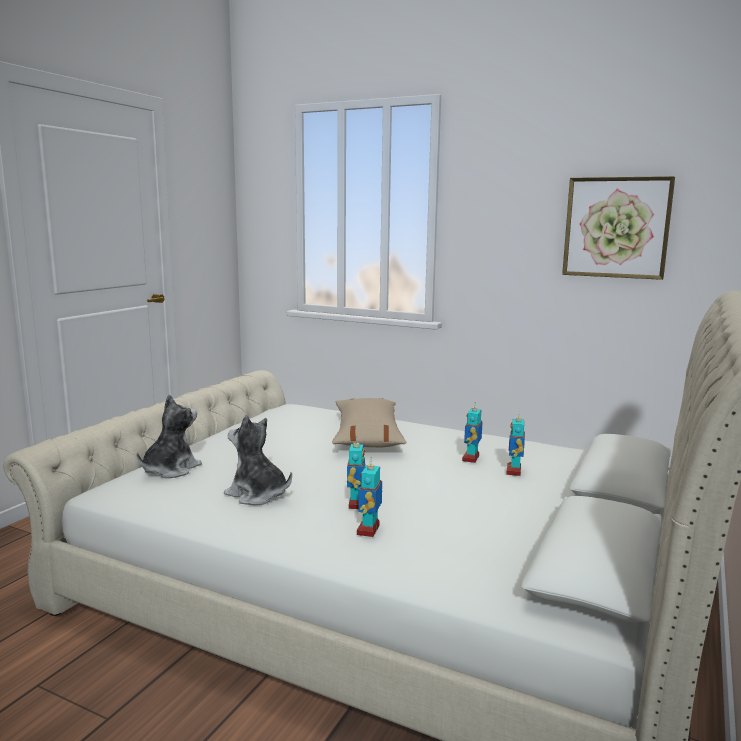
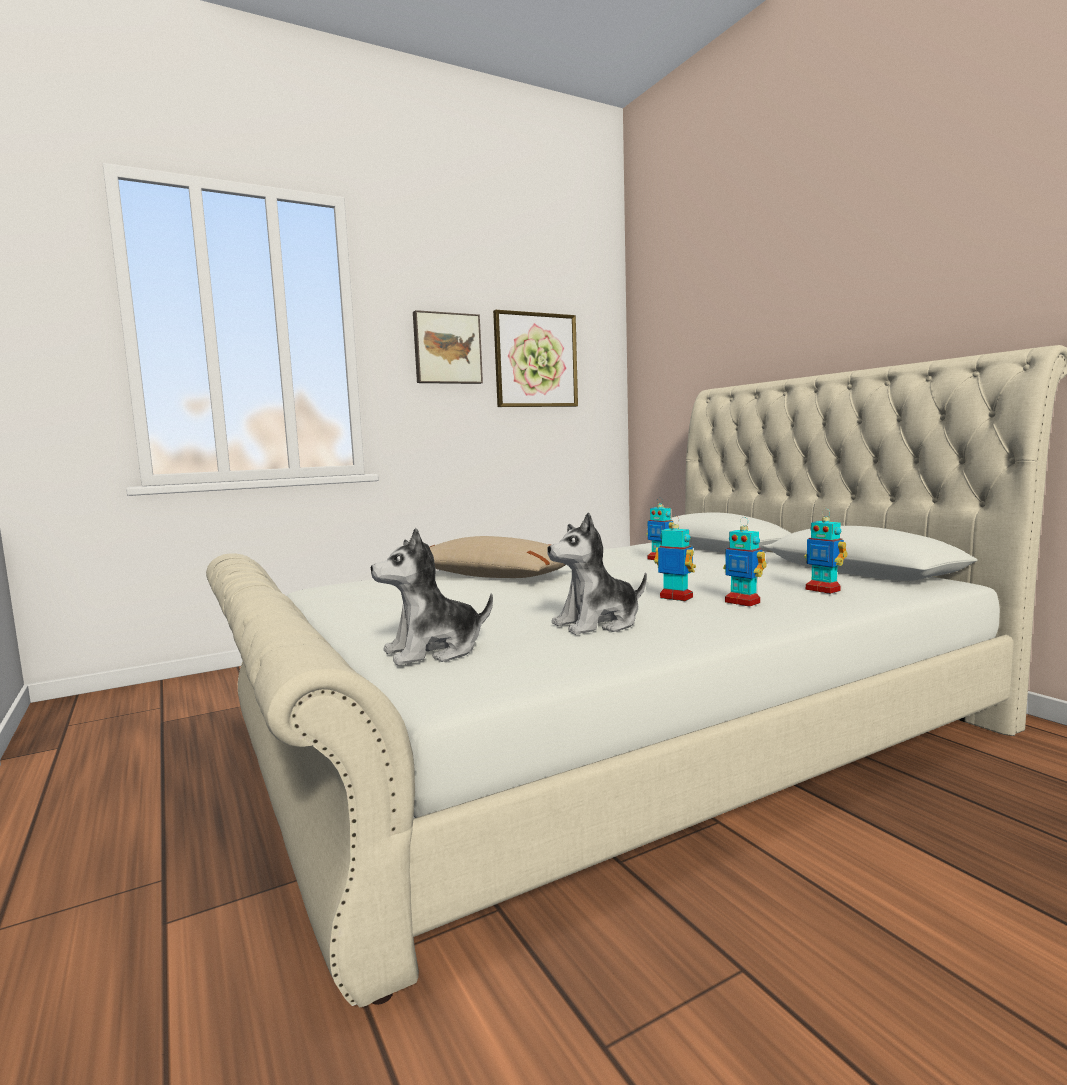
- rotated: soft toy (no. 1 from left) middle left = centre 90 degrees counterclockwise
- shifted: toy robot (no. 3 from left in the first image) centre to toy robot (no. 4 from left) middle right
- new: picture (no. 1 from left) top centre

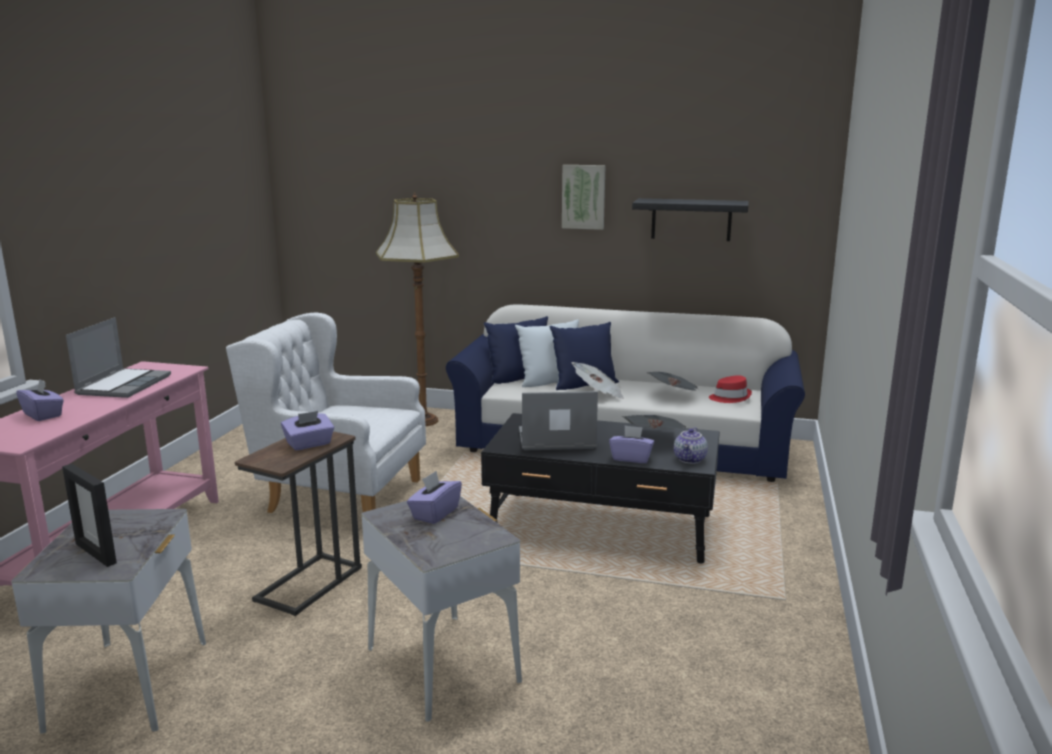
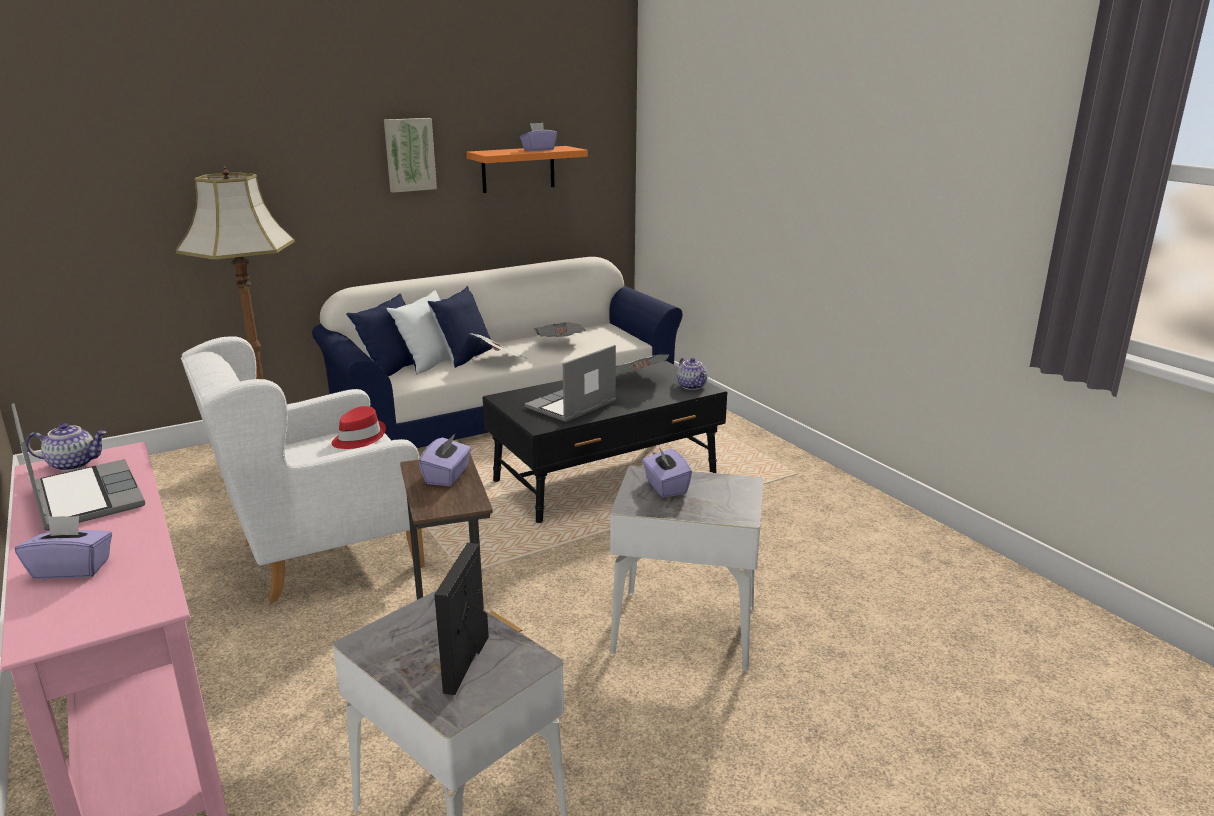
- rotated: picture frame bottom left = bottom centre 105 degrees clockwise
- shifted: purplish tissue holder (no. 4 from left in the first image) centre to purplish tissue holder (no. 3 from left) top centre
- repainted: blackish shelf top centre to orange shelf top centre
- shifted: reddish hat middle right to middle left
- new: pot for tea (no. 1 from left) middle left

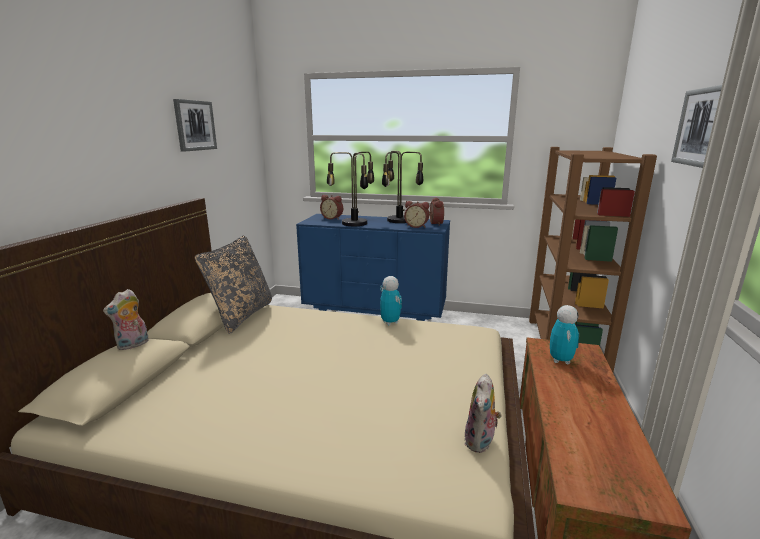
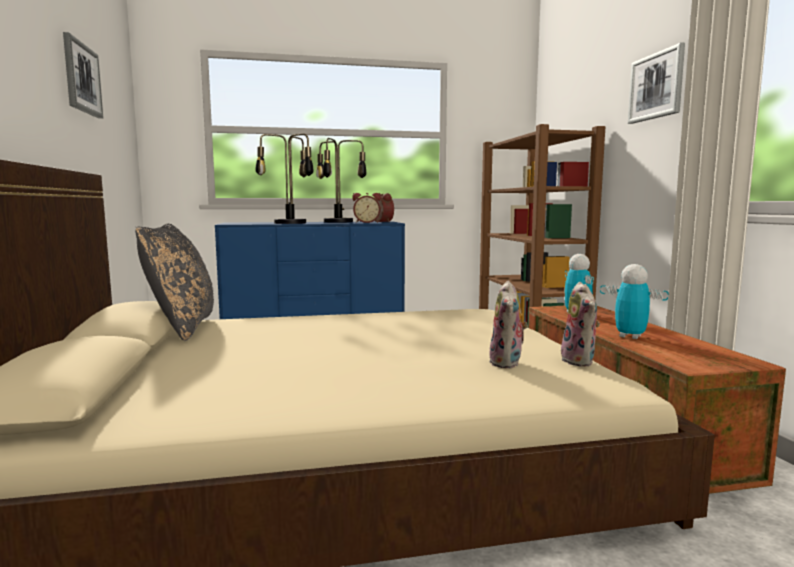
- shifted: soft toy (no. 1 from left) middle left to centre
- gone: bedside clock (no. 1 from left) centre
- shifted: toy robot (no. 1 from left in the first image) centre to toy robot (no. 2 from left) middle right

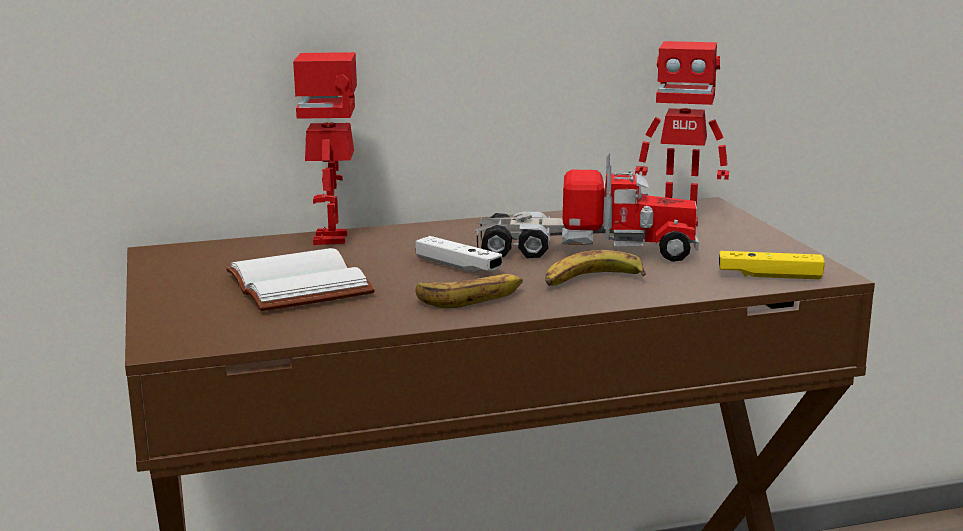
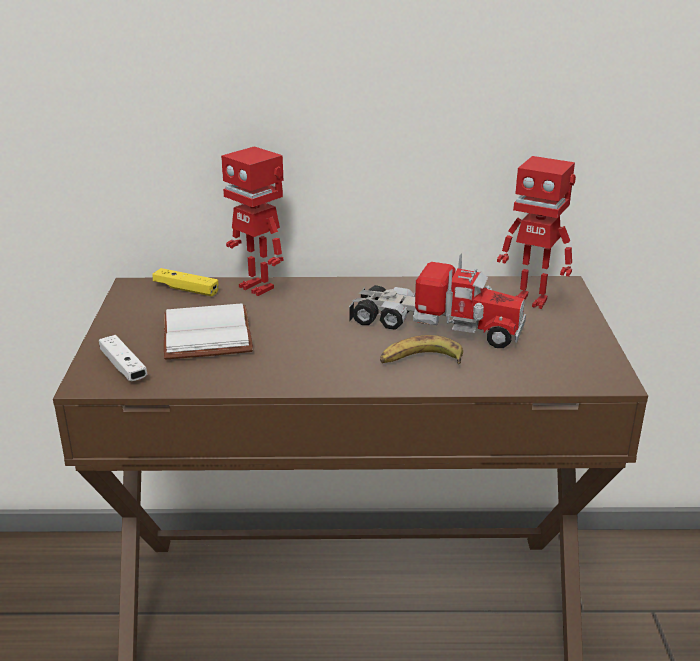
- rotated: toy robot (no. 1 from left) top centre = centre 60 degrees counterclockwise
- shifted: white joypad centre to middle left
- gone: banana (no. 1 from left) centre
- shifted: yellow-coloured joypad middle right to middle left

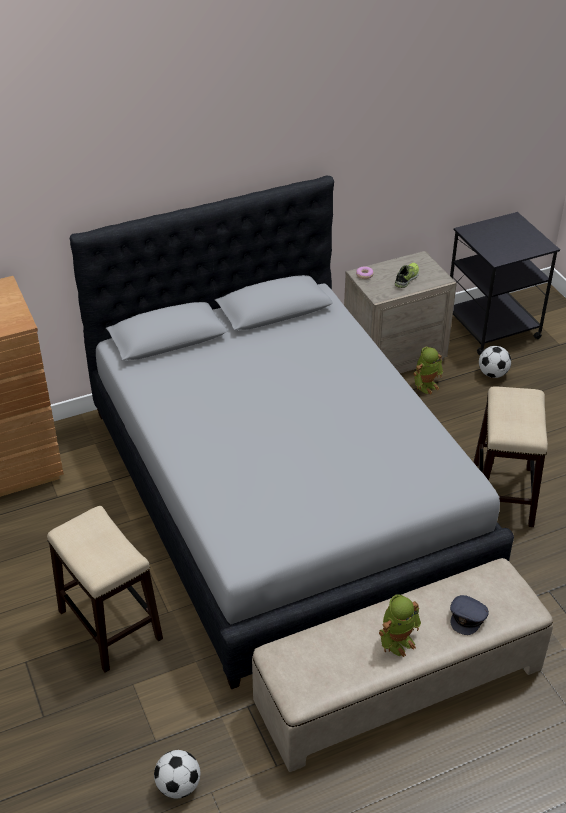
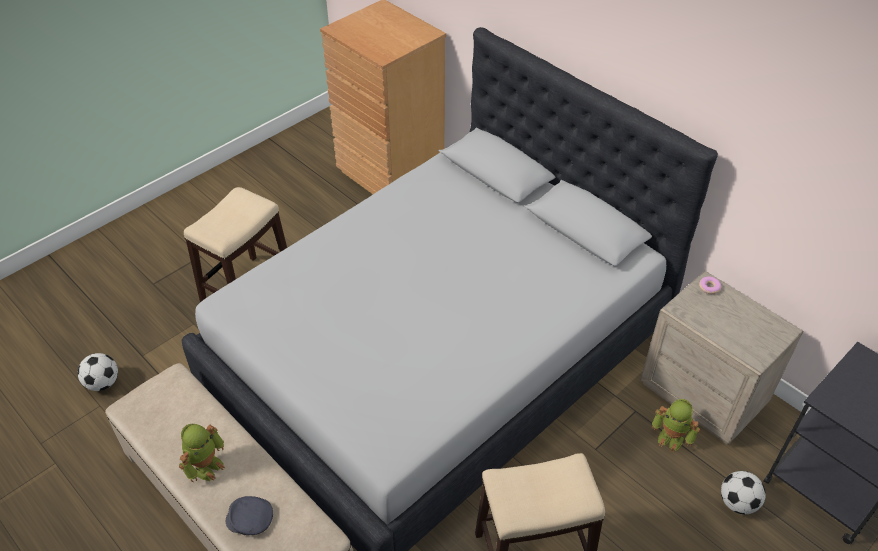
- rotated: toy robot (no. 1 from left) bottom right = bottom left 90 degrees counterclockwise
- gone: shoe middle right

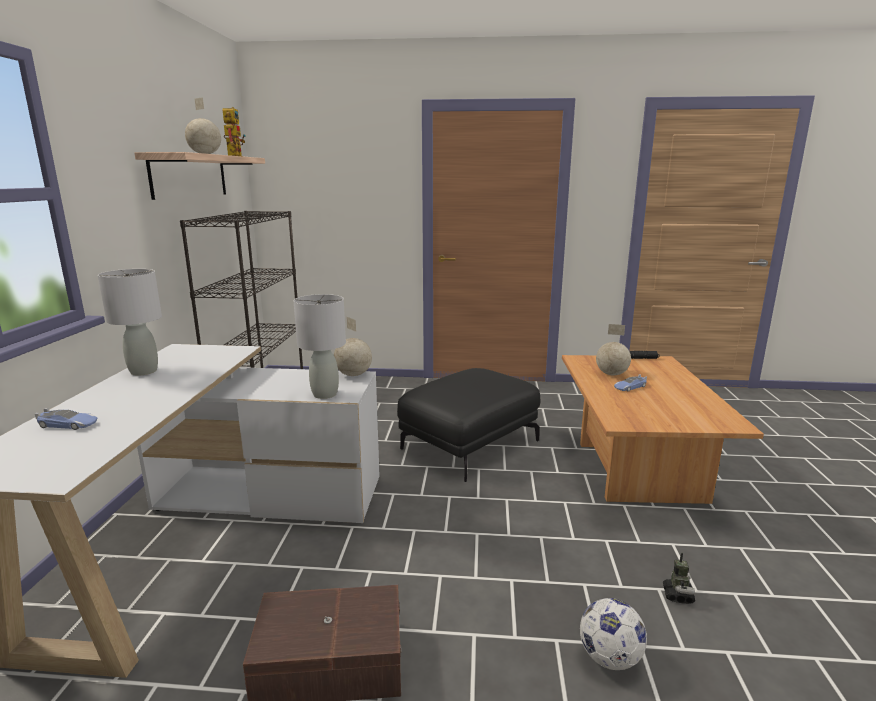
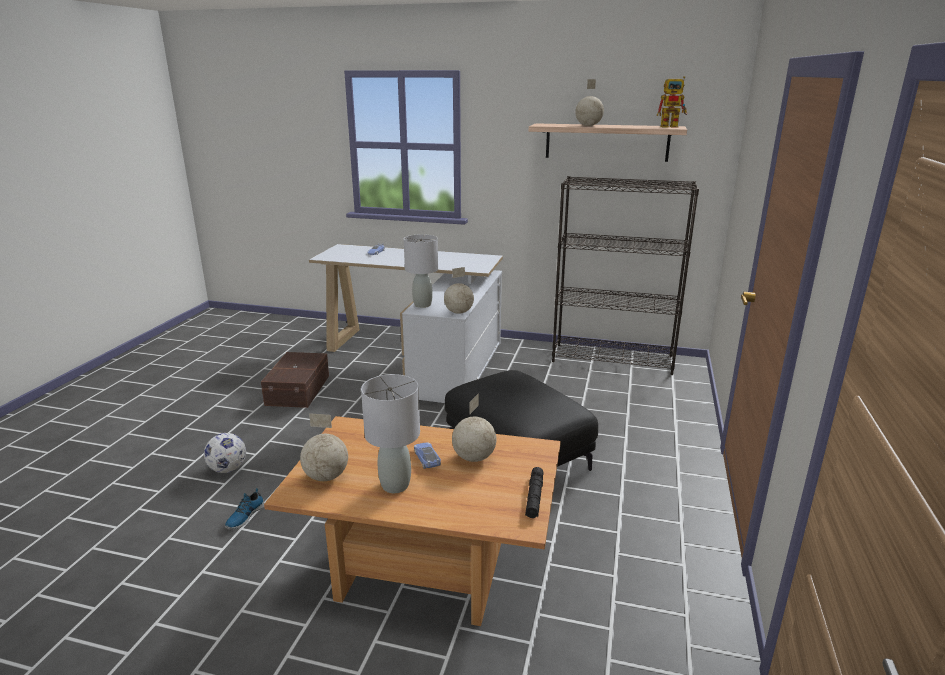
- shifted: greyish table lamp (no. 1 from left) middle left to centre
- swapped: toy robot (no. 2 from left) bottom right to shoe bottom left
- new: world globe (no. 1 from left) centre

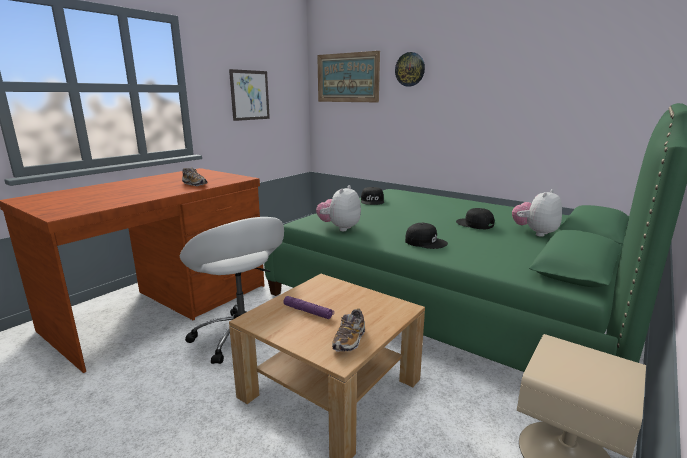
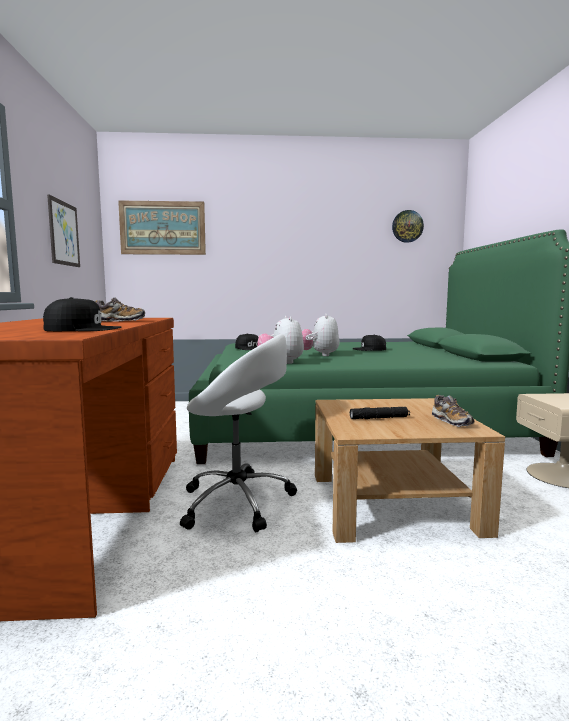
- repainted: purplish torch bottom centre to blackish torch middle right
- shifted: clock on the wall top centre to top right
- shifted: blackish cap (no. 2 from left in the first image) centre to blackish cap (no. 1 from left) middle left
- shifted: soft toy (no. 2 from left) middle right to centre

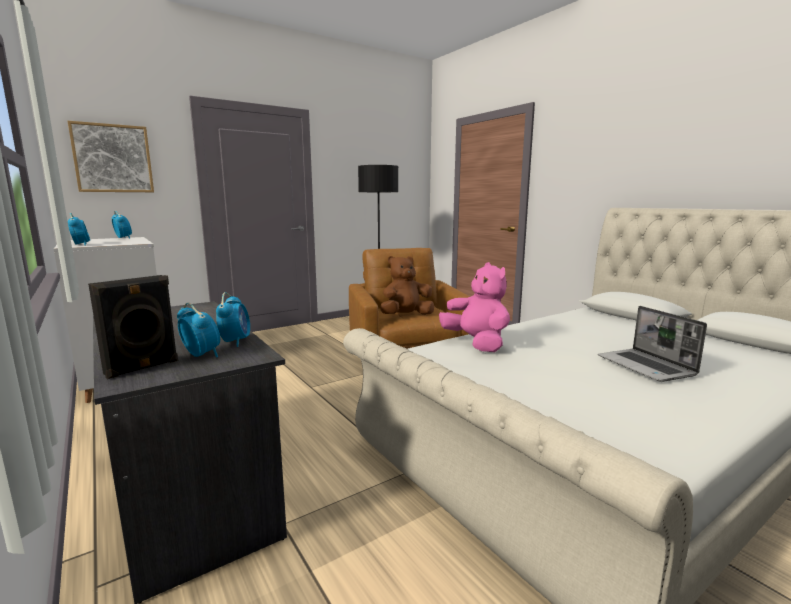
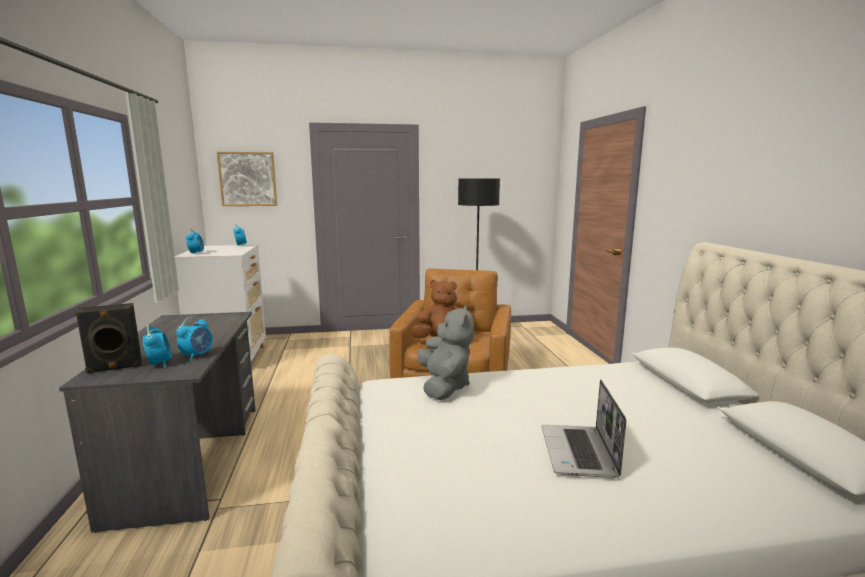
- repainted: pink soft toy centre to greyish soft toy centre

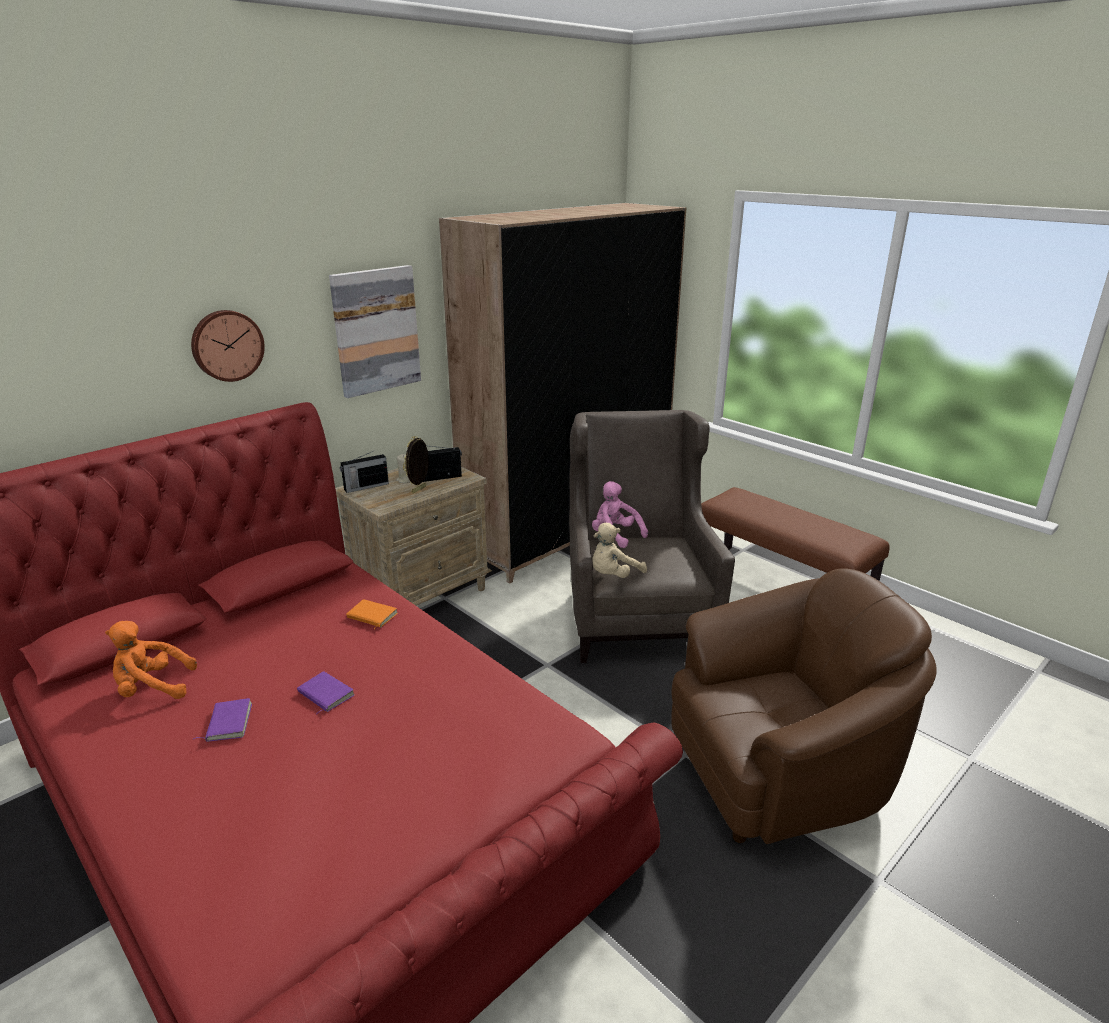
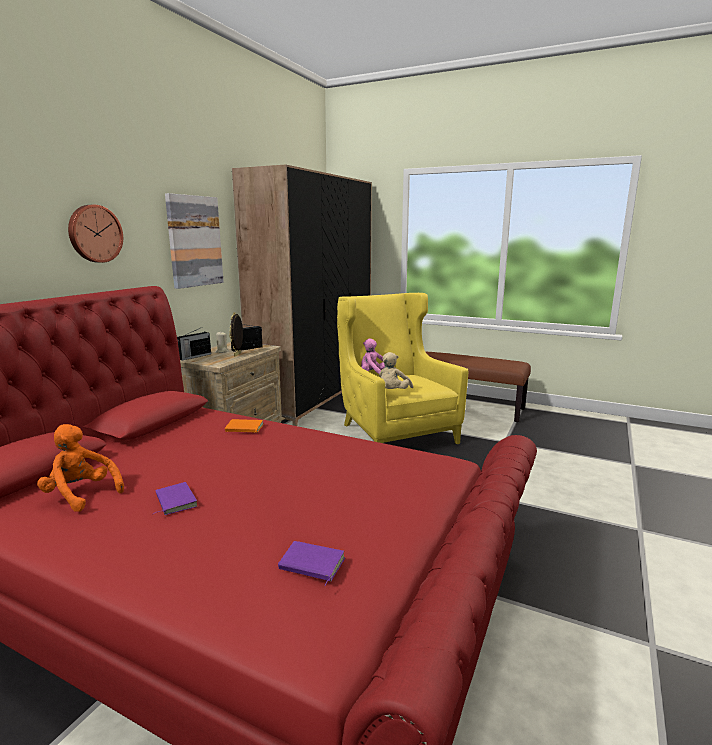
- rotated: orange soft toy middle left = middle left 60 degrees clockwise
- shifted: purplish bound book (no. 2 from left) bottom left to bottom centre
- repainted: greyish armchair centre to yellow-coloured armchair centre
- gone: brown-coloured armchair bottom right

